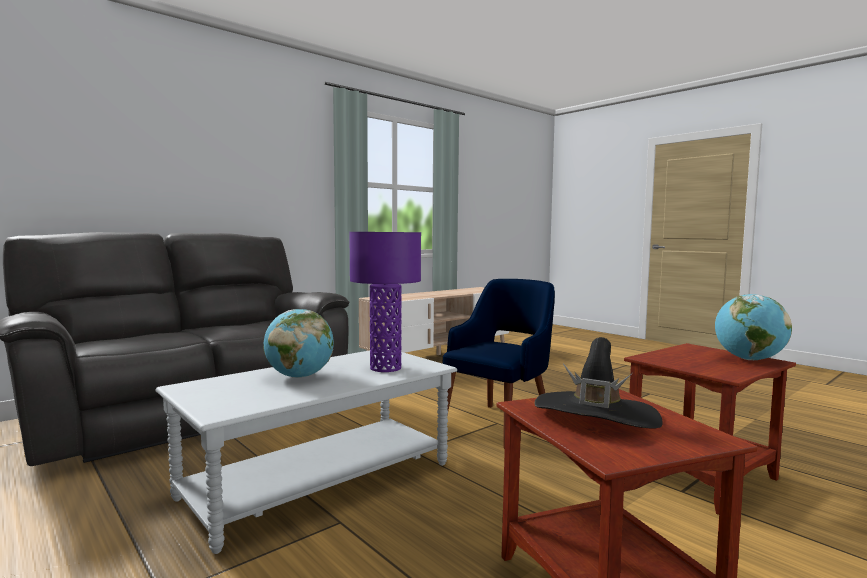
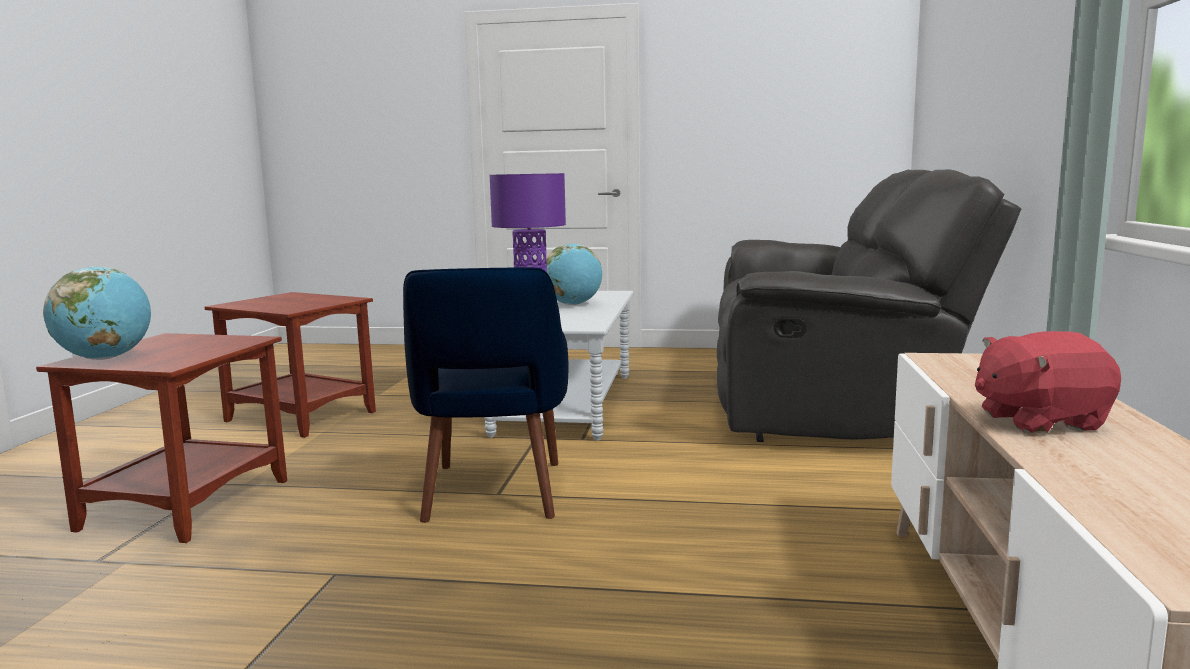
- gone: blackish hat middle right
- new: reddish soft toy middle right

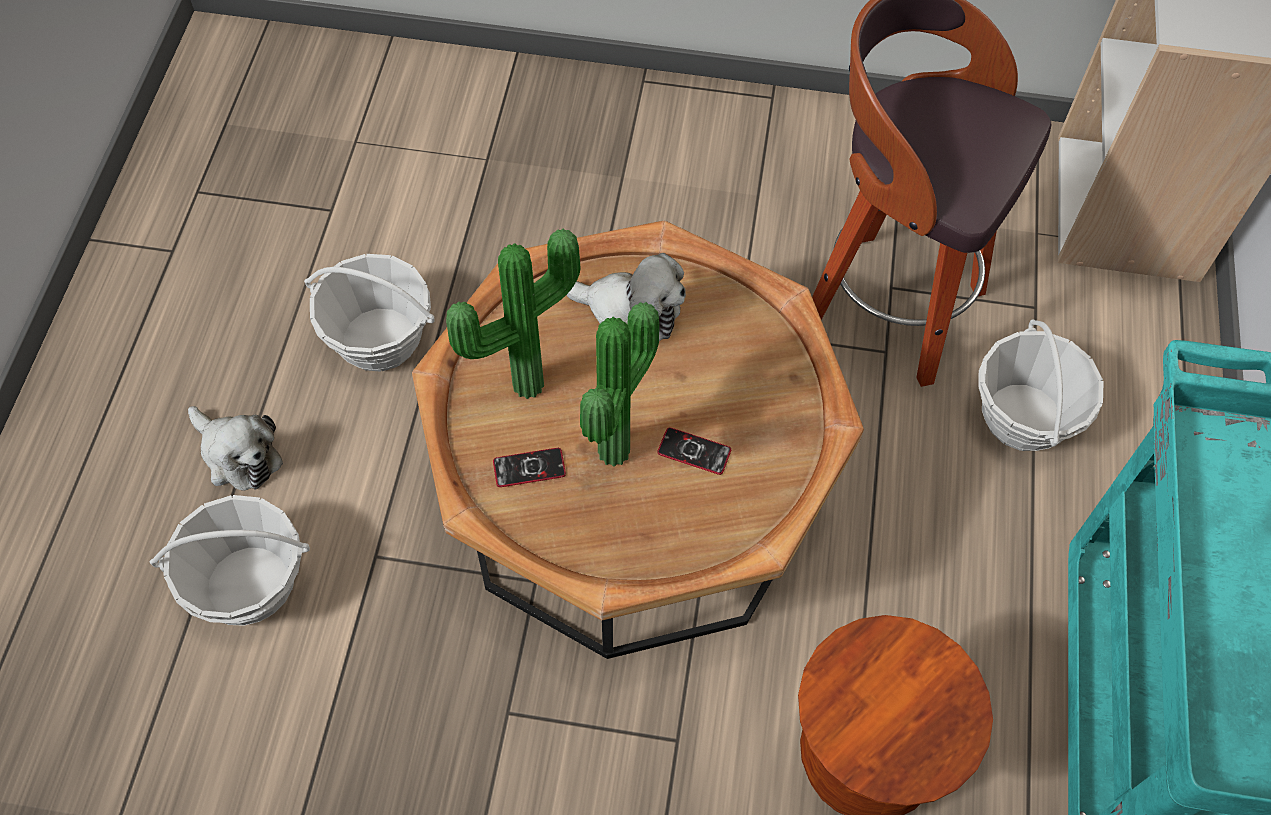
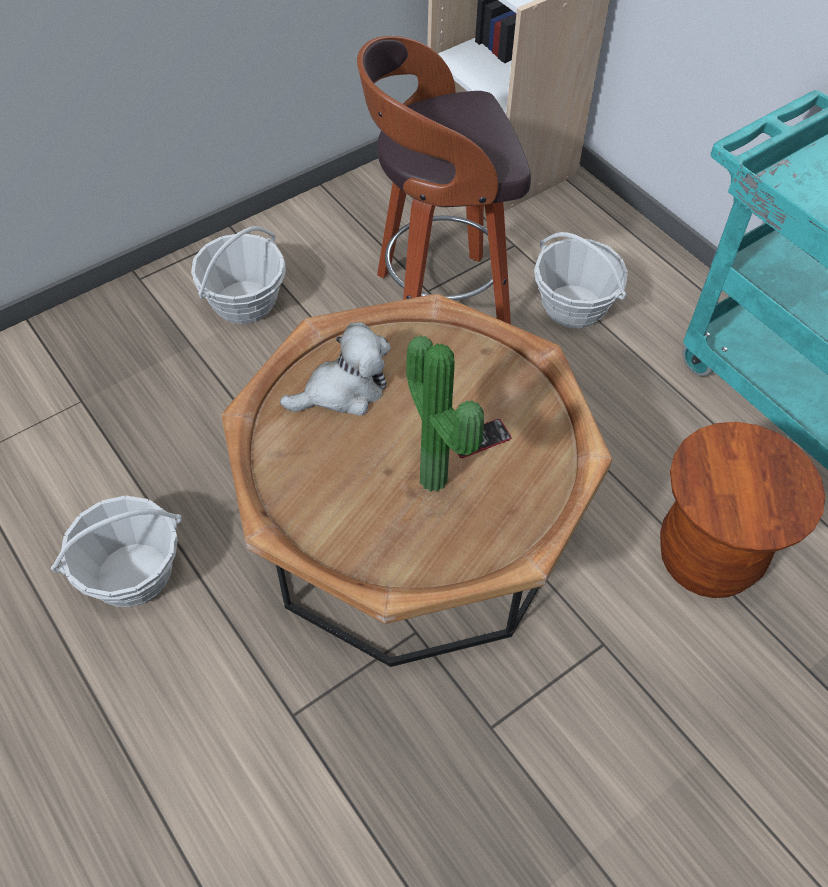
- shifted: household basket (no. 1 from left in the first image) bottom left to household basket (no. 2 from left) top left
- gone: soft toy (no. 1 from left) middle left
- gone: potted plant (no. 1 from left) centre
- gone: handset (no. 1 from left) centre

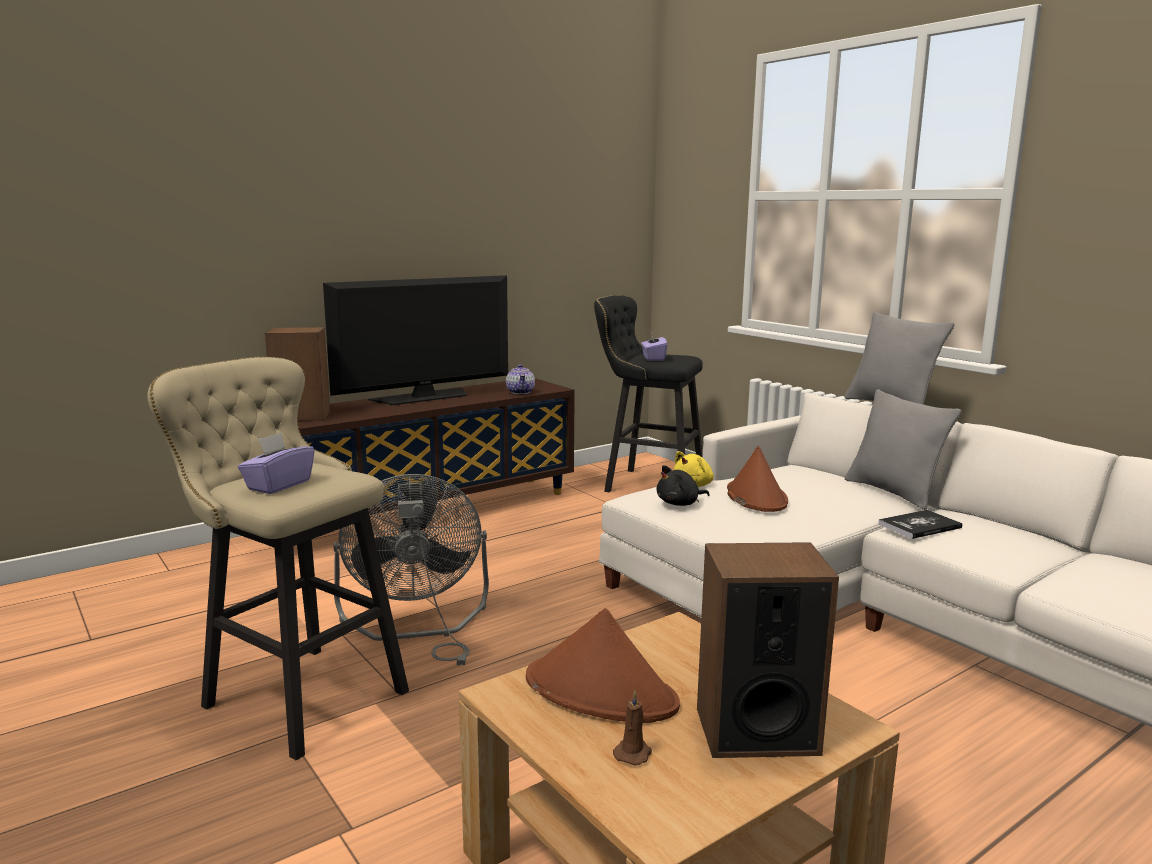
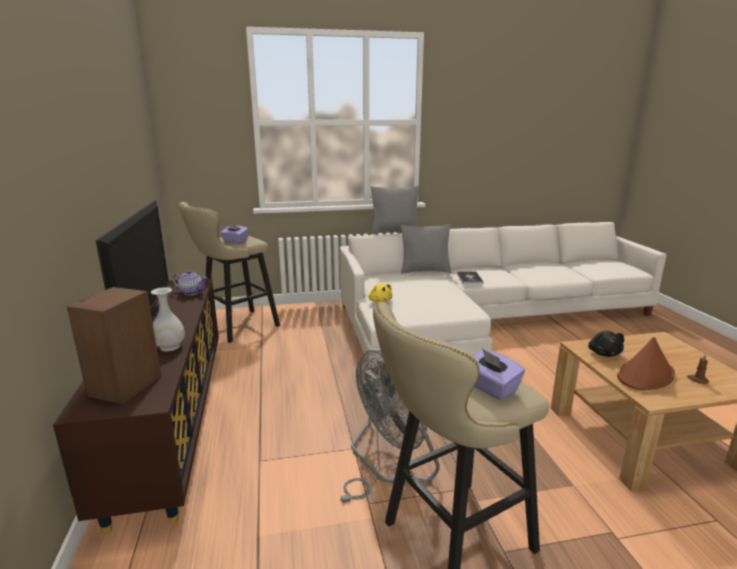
- rotated: greyish cooling fan centre = bottom centre 135 degrees clockwise
- repainted: blackish stool seat centre to beige-coloured stool seat (no. 1 from left) middle left
- shifted: blackish soft toy centre to middle right
- gone: loudspeaker (no. 2 from left) bottom right
- gone: brown-coloured hat (no. 2 from left) centre
- new: white vase middle left

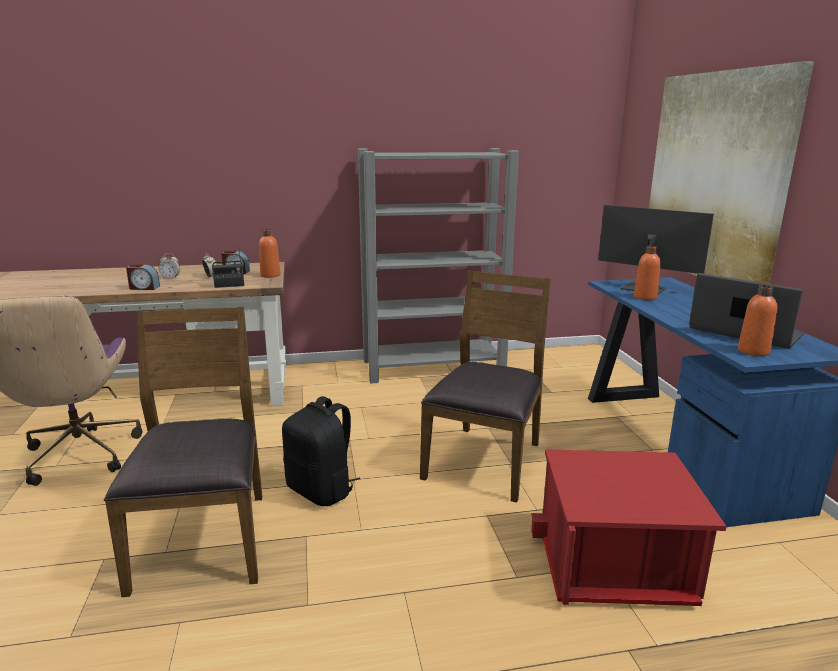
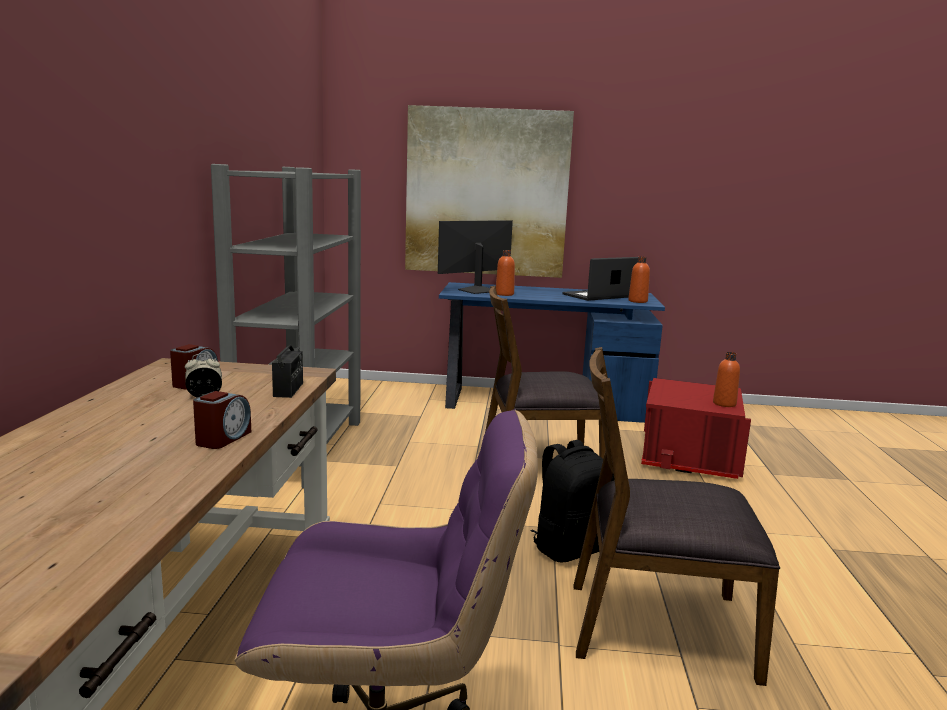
- gone: bedside clock (no. 2 from left) middle left
- shifted: orange drink bottle (no. 1 from left in the first image) middle left to orange drink bottle (no. 3 from left) middle right
- rotated: brown-coloured upright chair (no. 2 from left in the first image) centre = centre 45 degrees counterclockwise

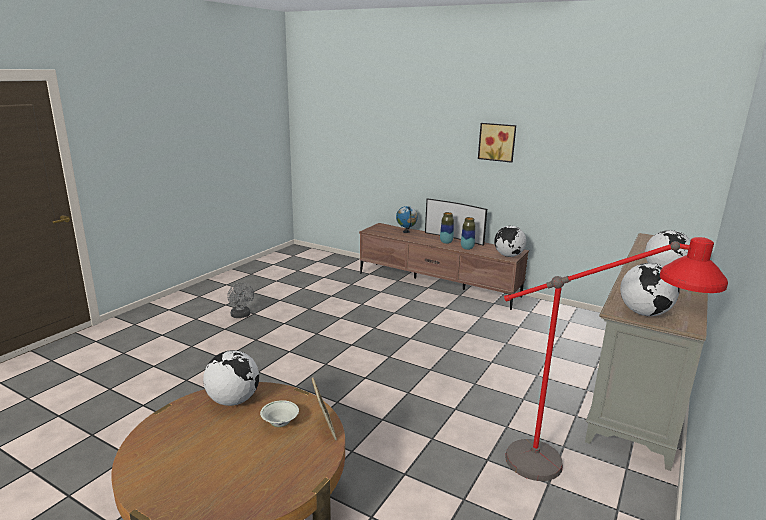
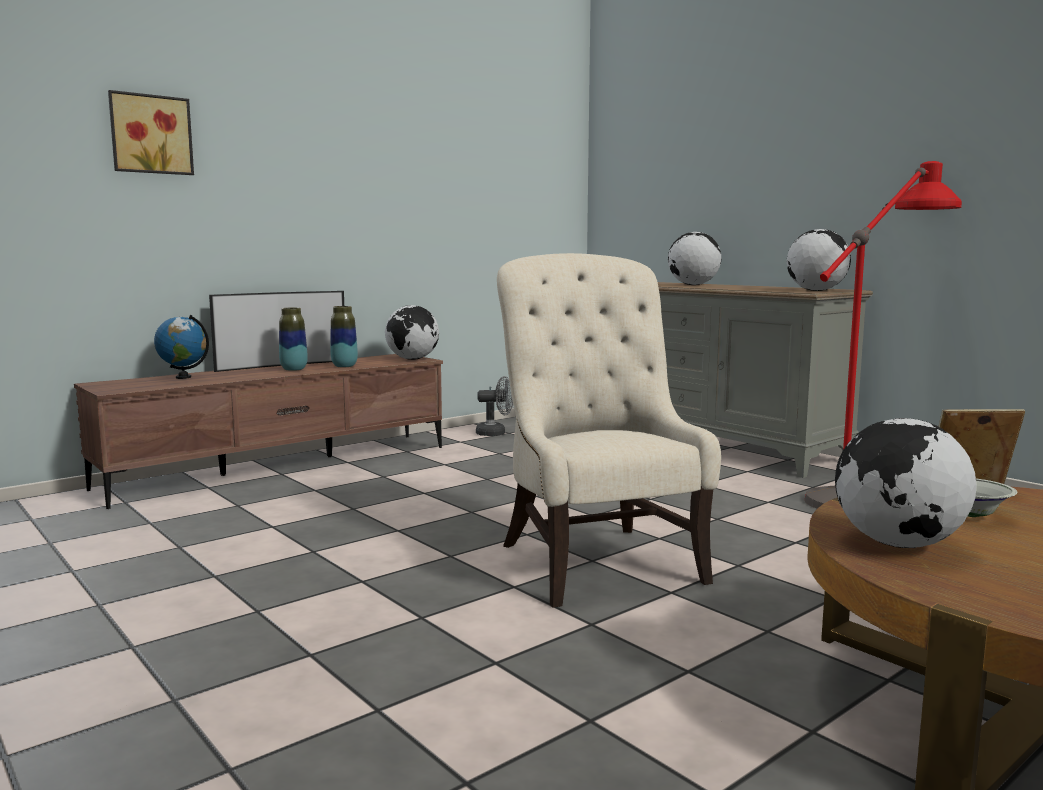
- shifted: greyish cooling fan middle left to centre
- shifted: picture top centre to top left
- new: beige-coloured armchair centre

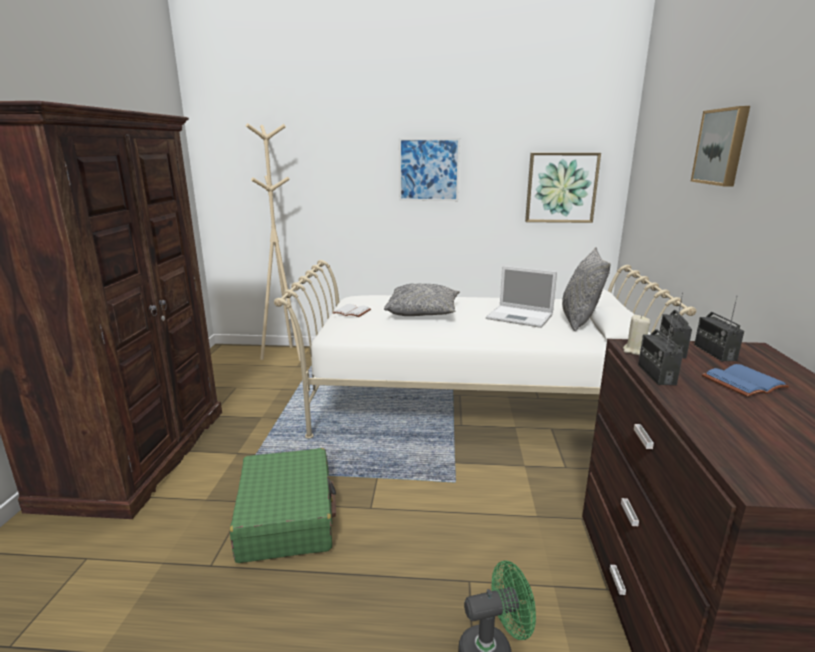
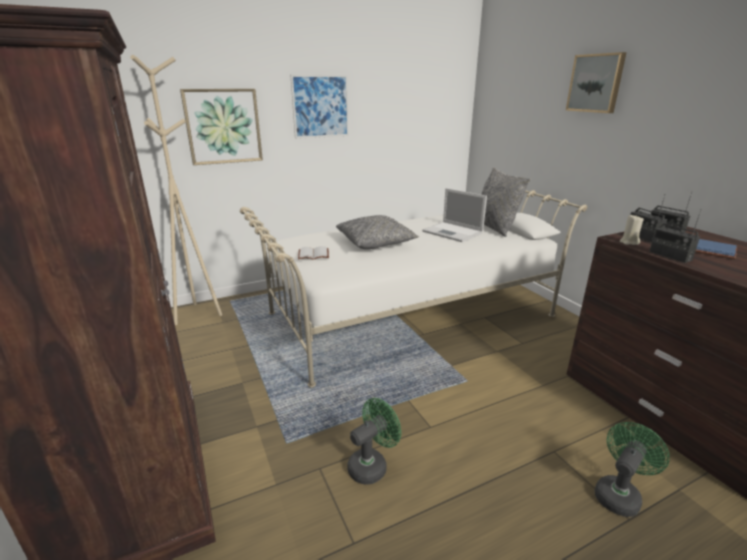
- swapped: green-coloured piece of luggage bottom centre to green-coloured cooling fan (no. 1 from left) bottom centre
- rotated: notebook computer centre = centre 45 degrees clockwise
- shifted: picture (no. 2 from left in the first image) top right to picture (no. 1 from left) top left

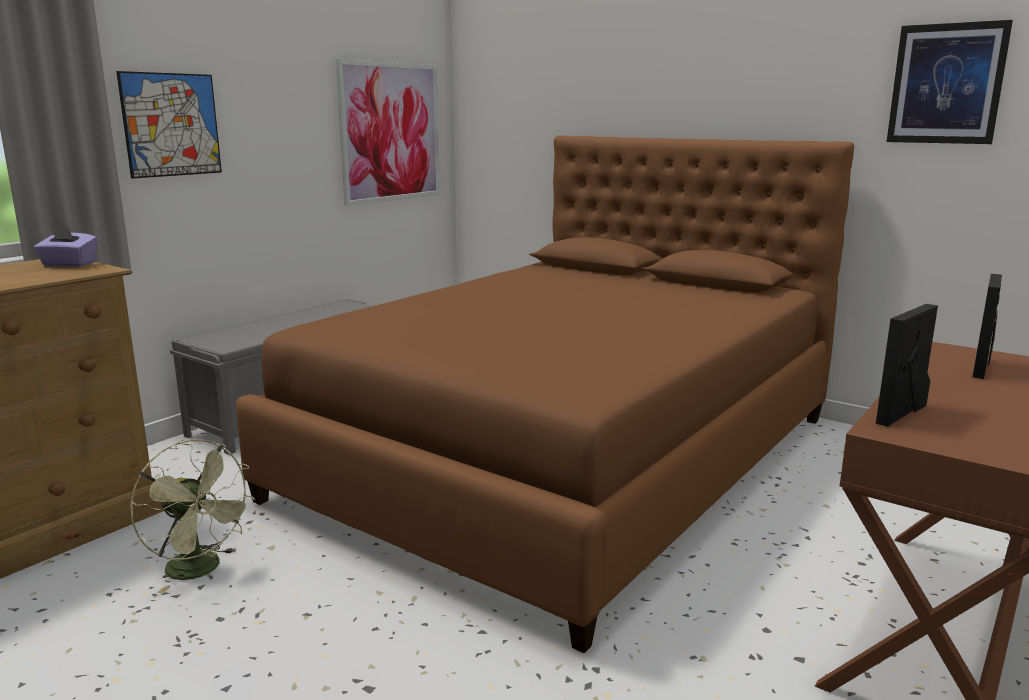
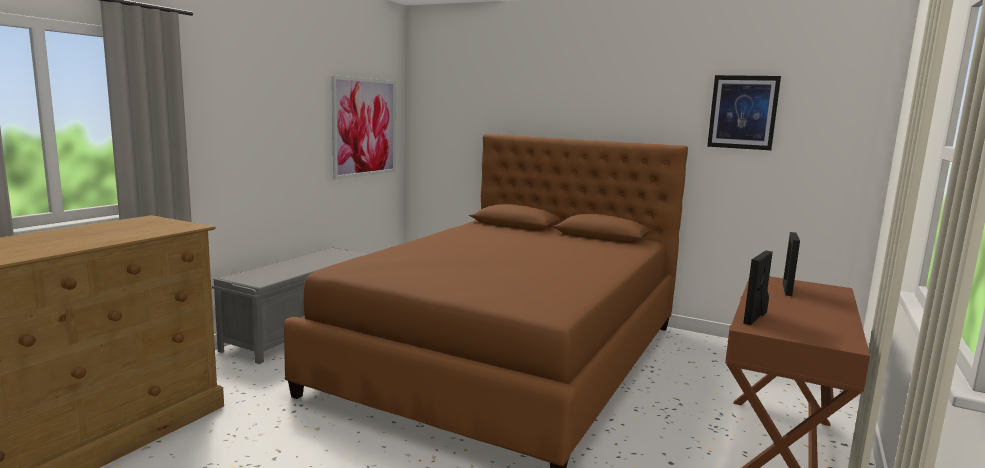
- gone: purplish tissue holder middle left
- gone: picture (no. 1 from left) top left
- gone: green-coloured cooling fan bottom left

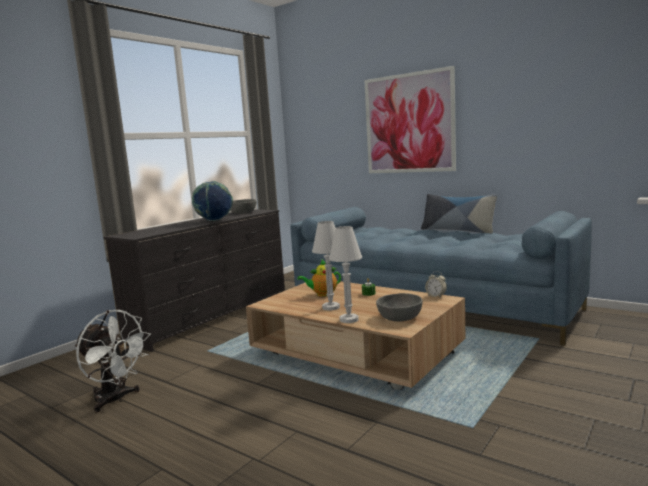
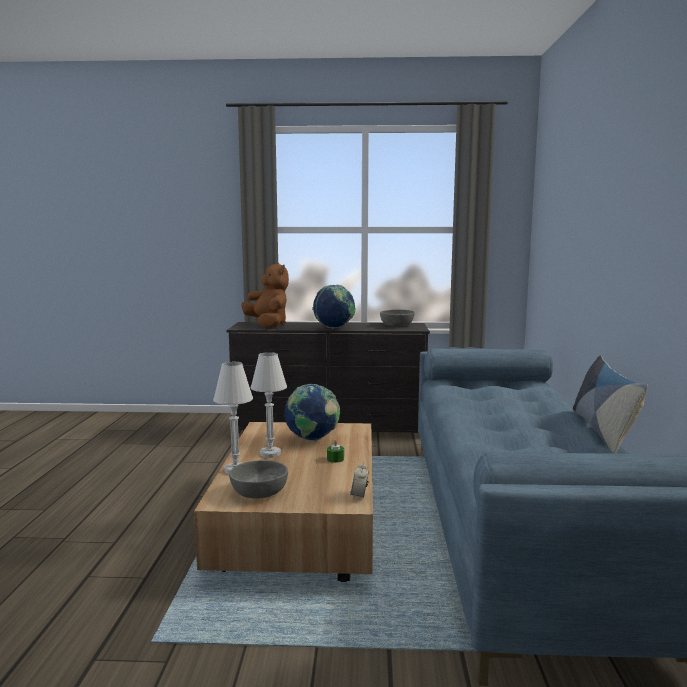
- gone: white cooling fan bottom left
- swapped: pot for tea centre to world globe (no. 1 from left) centre
- gone: picture top centre
- new: brown-coloured soft toy centre

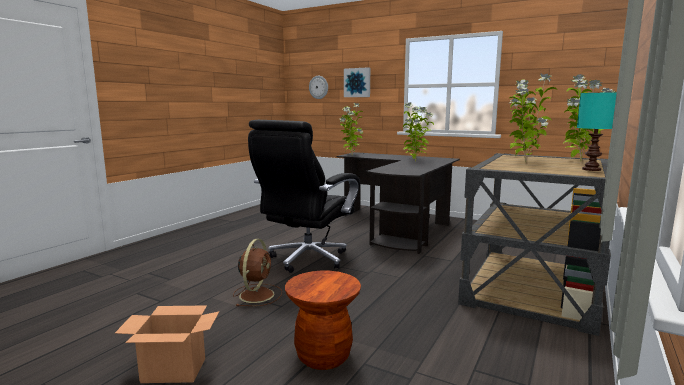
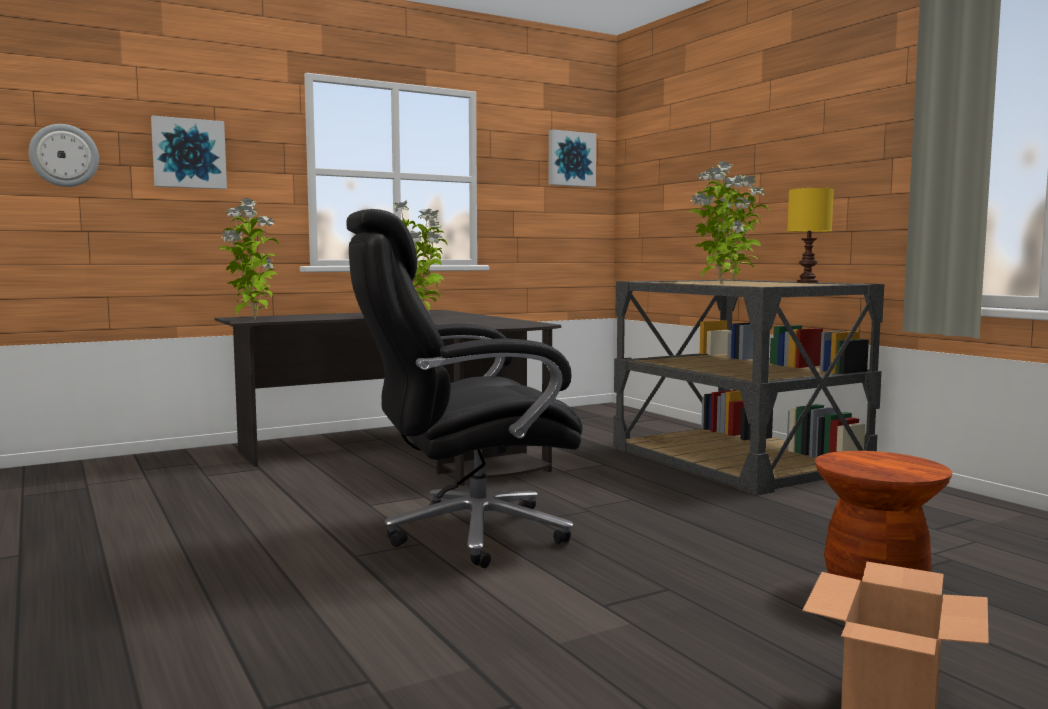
- gone: brown-coloured cooling fan bottom centre
- rotated: blackish office chair centre = centre 105 degrees clockwise
- repainted: turquoise-coloured table lamp middle right to yellow-coloured table lamp top right
- new: picture (no. 2 from left) top centre

